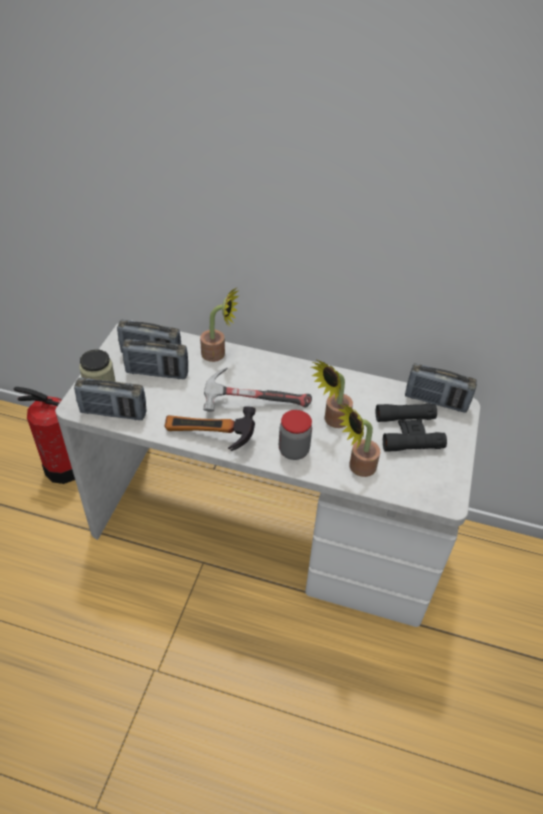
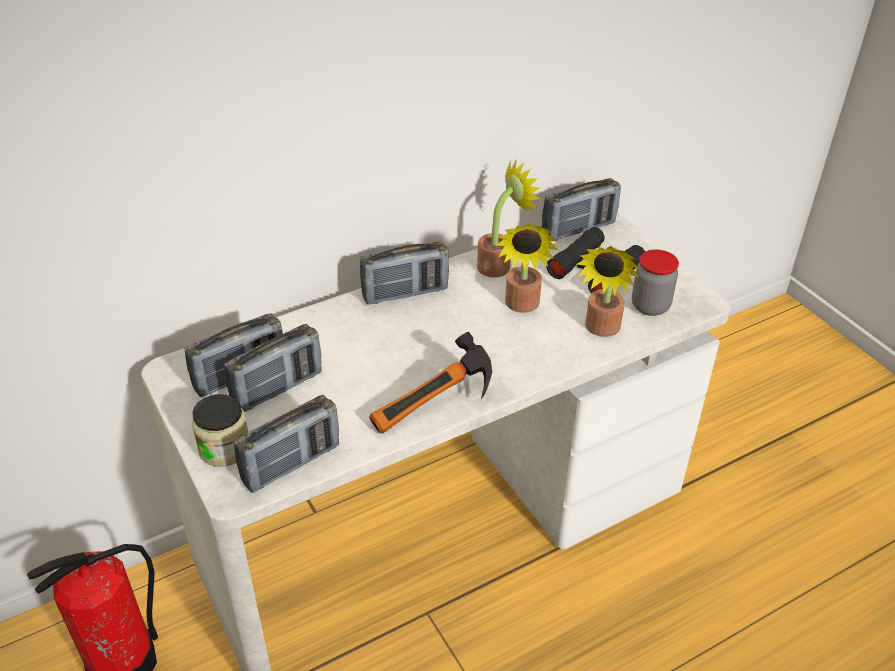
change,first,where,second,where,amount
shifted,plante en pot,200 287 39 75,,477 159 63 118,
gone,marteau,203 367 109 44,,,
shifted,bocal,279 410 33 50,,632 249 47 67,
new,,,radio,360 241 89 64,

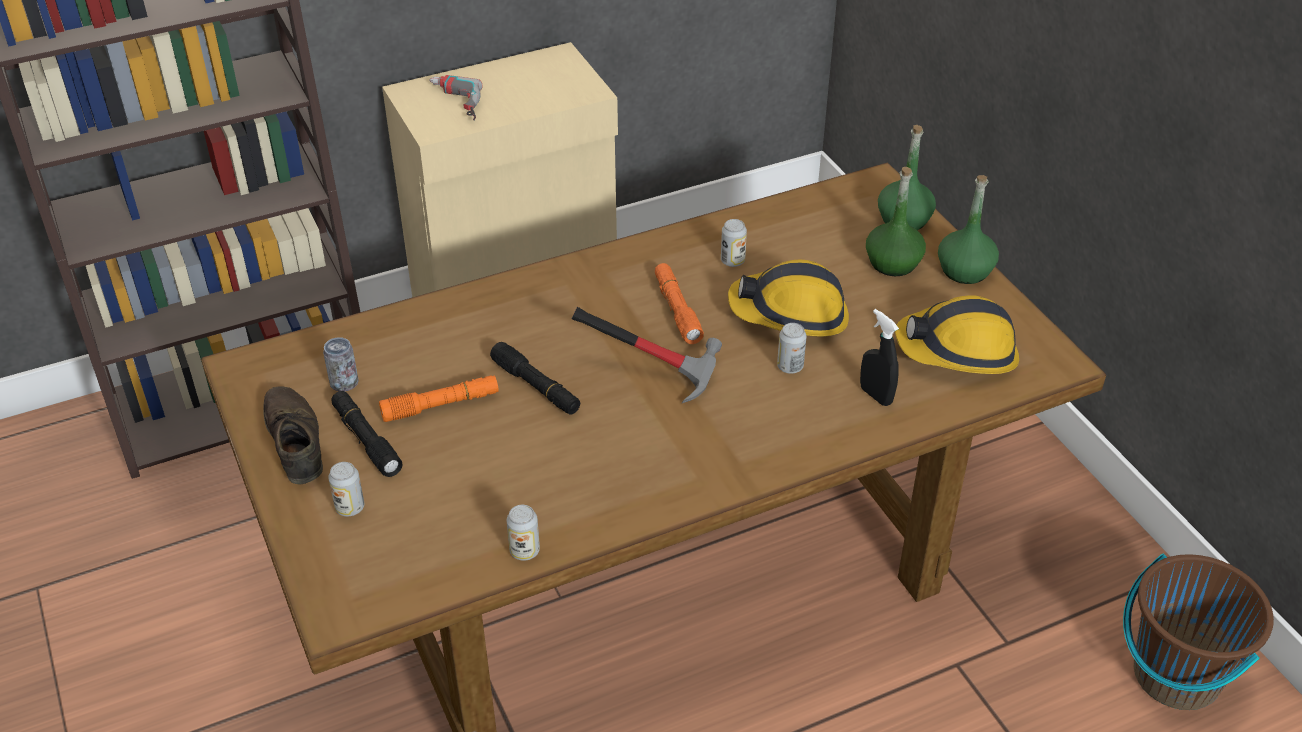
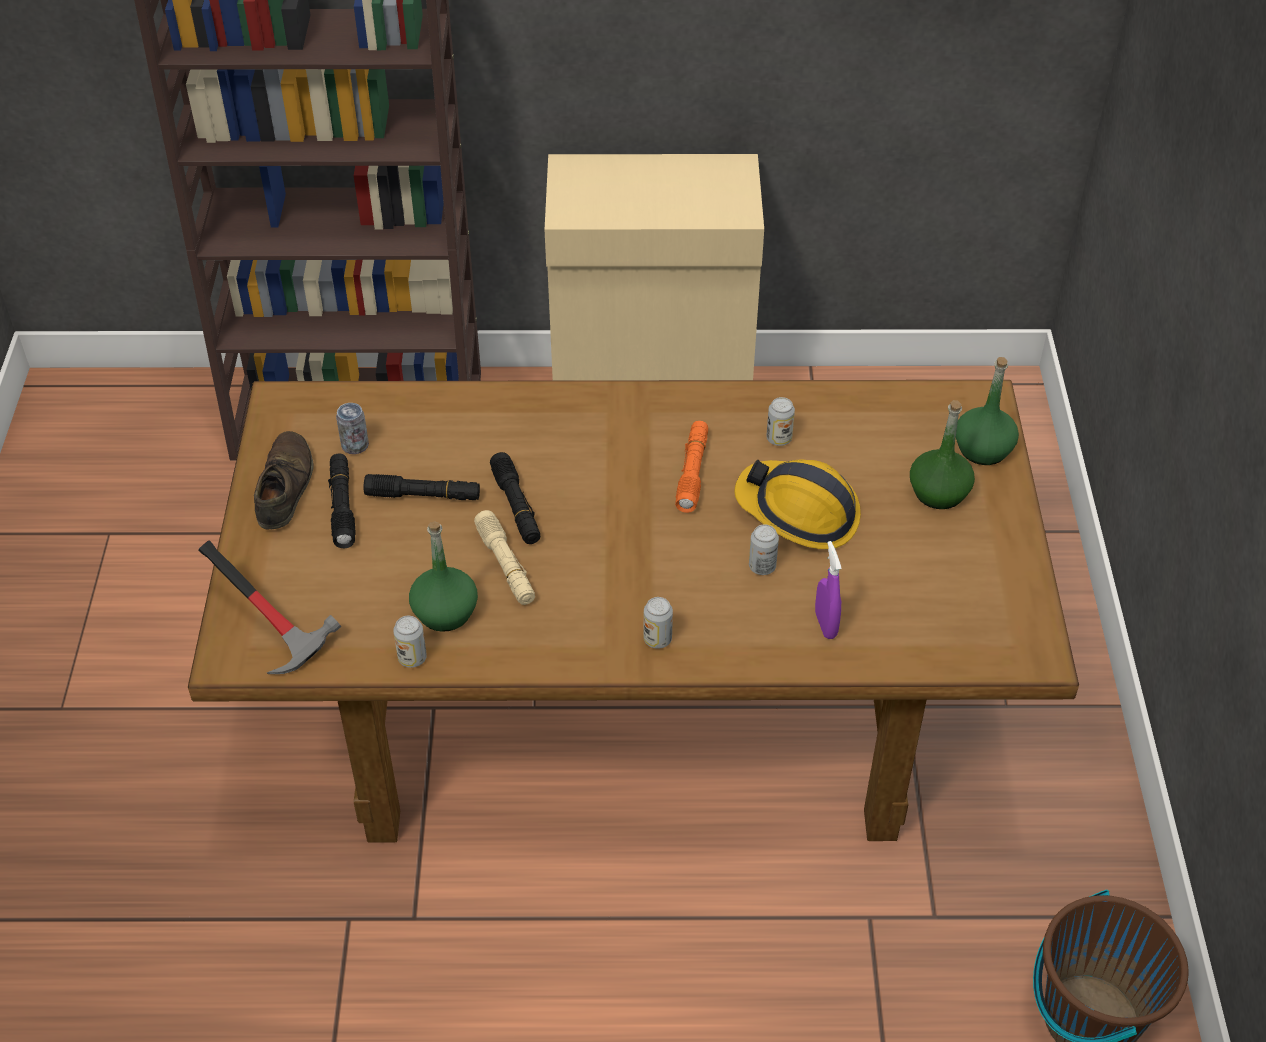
change,first,where,second,where,amount
shifted,boîte métallique,328 462 36 55,,643 597 30 52,
repainted,lampe de poche/orange,379 375 120 47,lampe de poche/noir,363 474 117 26,
gone,perceuse,429 75 54 45,,,
shifted,marteau,572 307 150 96,,198 540 143 134,
repainted,vaporisateur/noir,860 309 39 97,vaporisateur/violet,815 541 27 98,
gone,casque de chantier,895 296 124 78,,,
shifted,bouteille/vert,938 175 61 109,,409 521 69 111,
new,,,lampe de poche/beige,474 510 61 95,

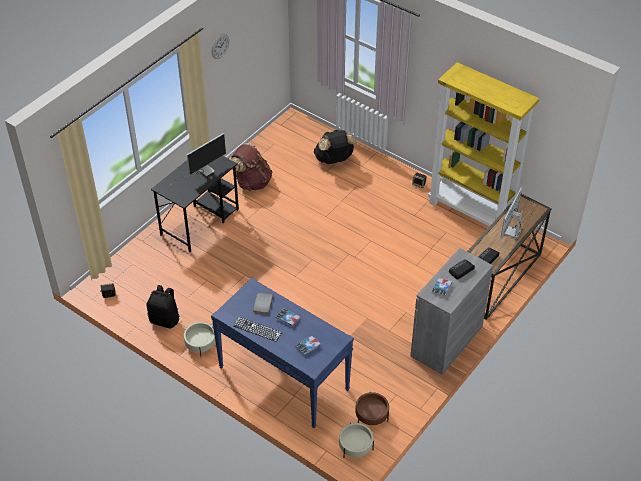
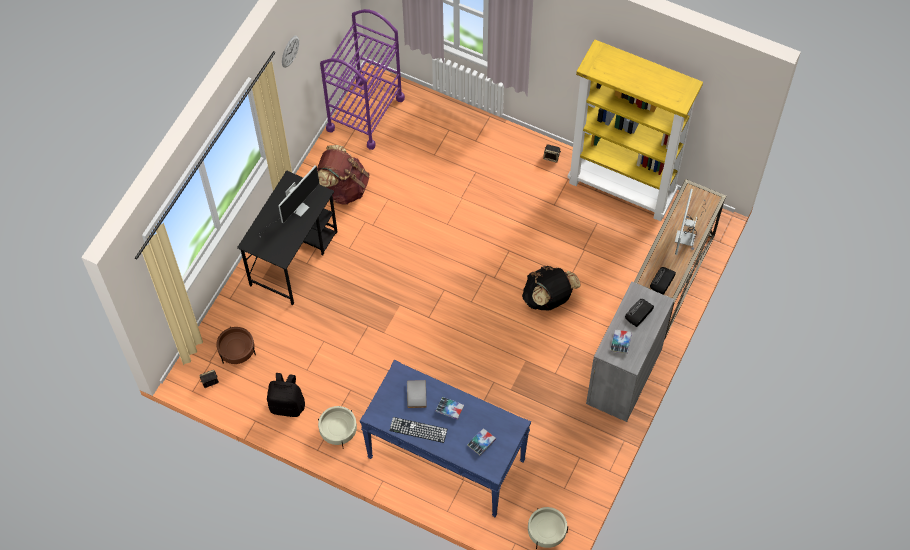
change,first,where,second,where,amount
shifted,sac à dos/noir,314 130 42 34,,522 266 58 45,
shifted,cache-pot/marron,355 392 34 33,,216 326 40 38,
new,,,chariot/violet,320 9 85 141,

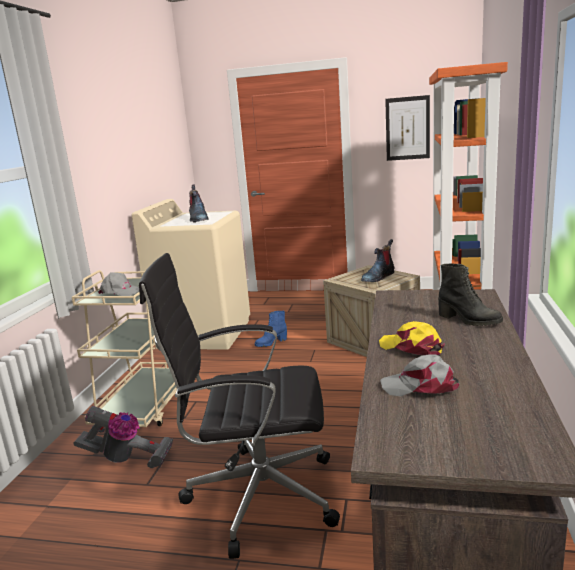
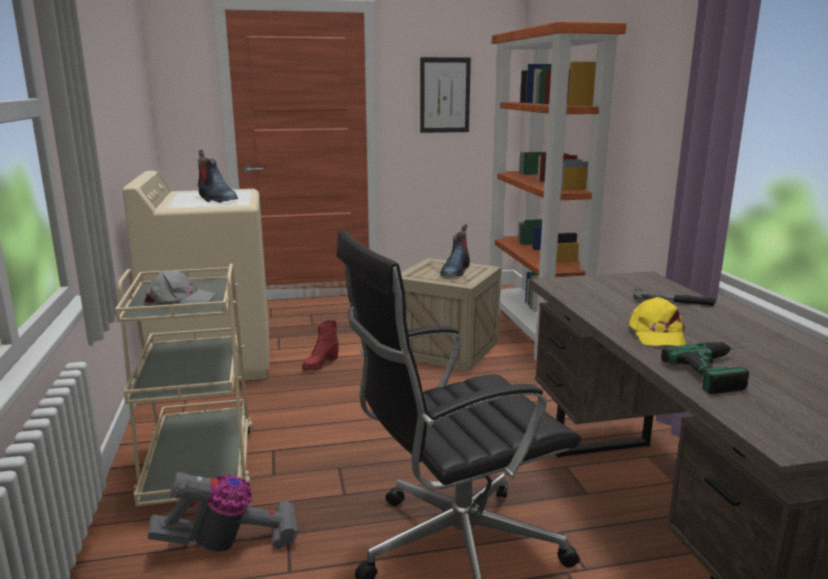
change,first,where,second,where,amount
repainted,botte/bleu,255 311 32 36,botte/rouge,302 320 37 51,
rotated,casquette/jaune,379 321 66 34,,629 297 57 49,105 degrees counterclockwise
swapped,casquette/gris,380 354 79 43,perceuse,661 342 88 52,
swapped,botte/noir,438 264 65 62,marteau,633 288 82 18,

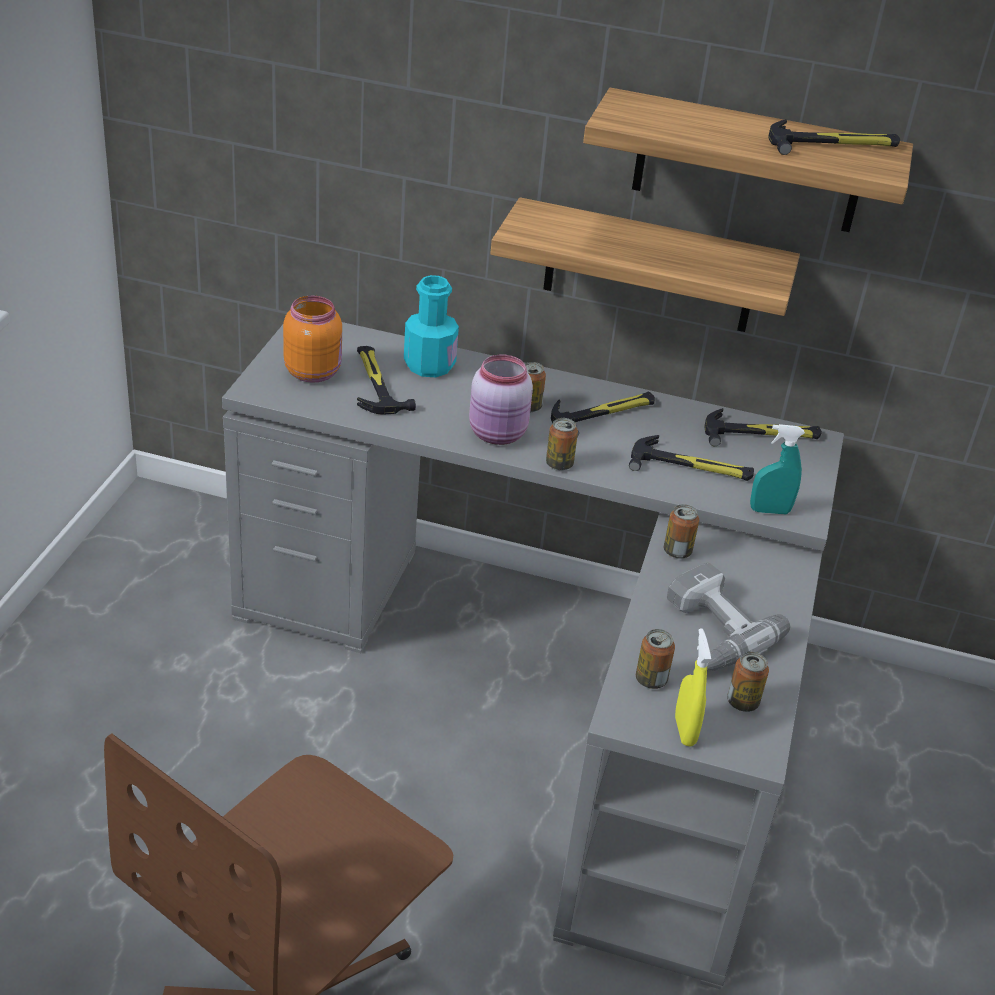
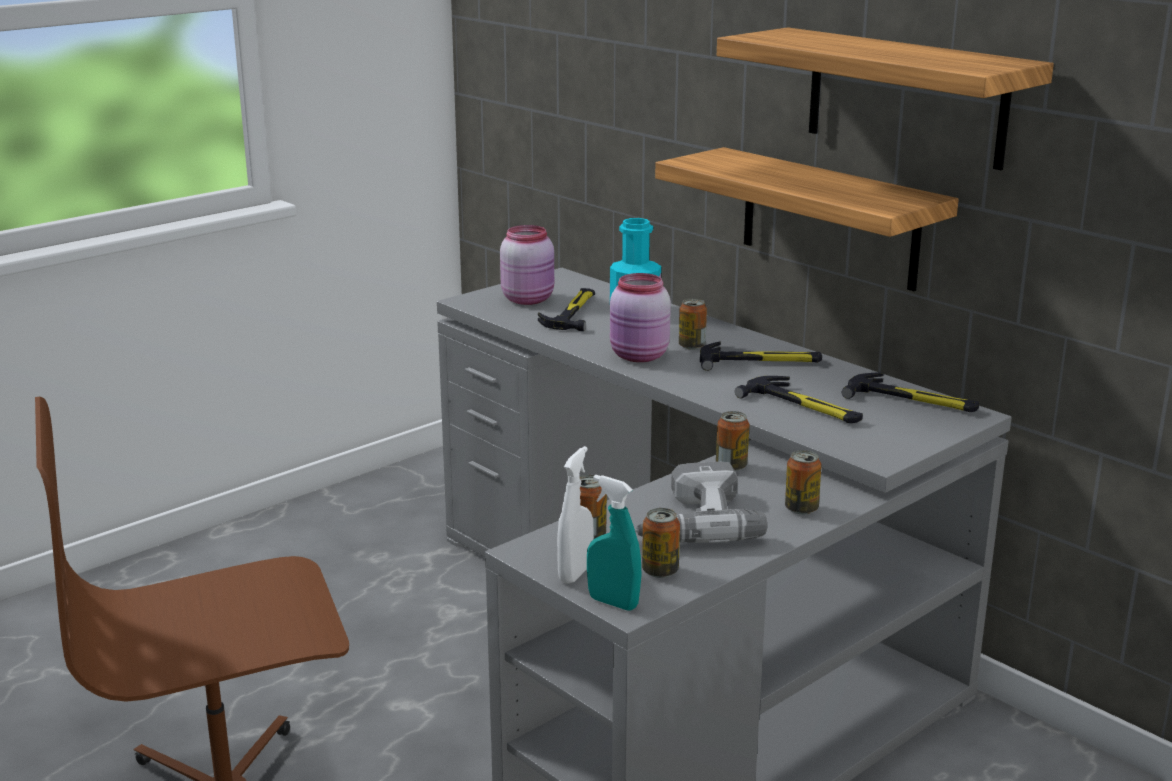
change,first,where,second,where,amount
repainted,bocal/orange,283 296 59 87,bocal/rose,500 225 54 80,
shifted,boîte métallique,546 418 32 52,,785 450 36 64,
repainted,vaporisateur/jaune,675 628 36 118,vaporisateur/blanc,557 446 37 138,
shifted,vaporisateur/turquoise,750 424 55 90,,587 475 55 136,
gone,marteau,768 119 132 36,,,

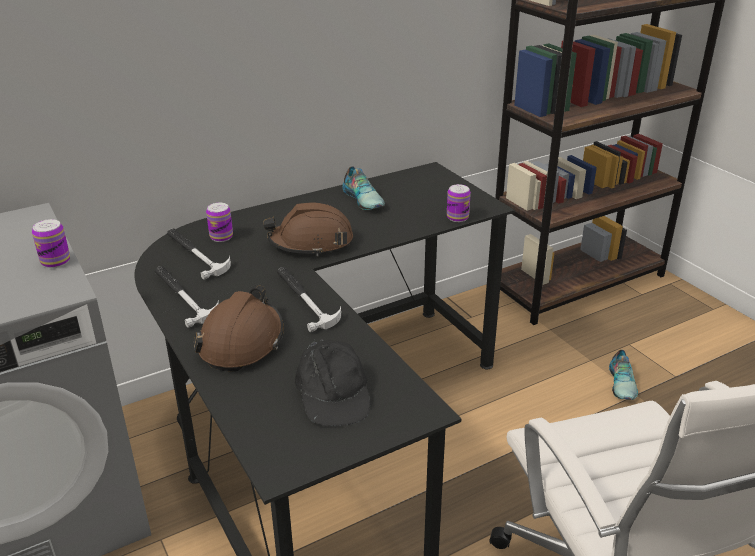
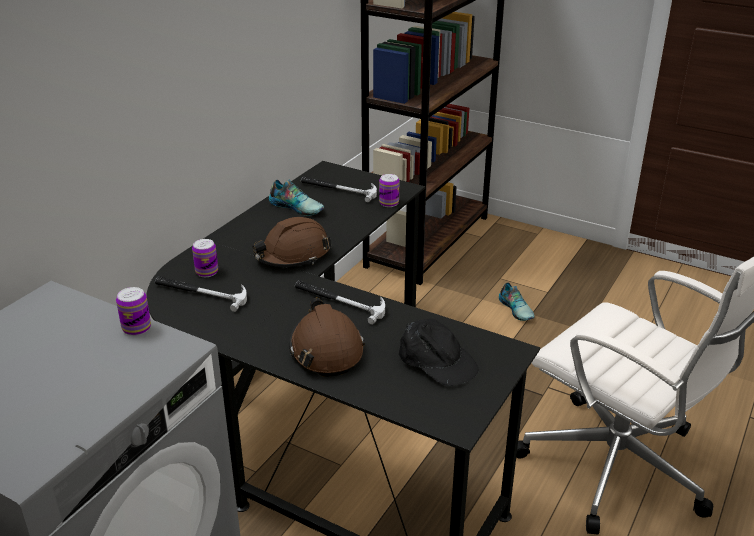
change,first,where,second,where,amount
shifted,marteau,155 266 64 62,,301 177 76 26,

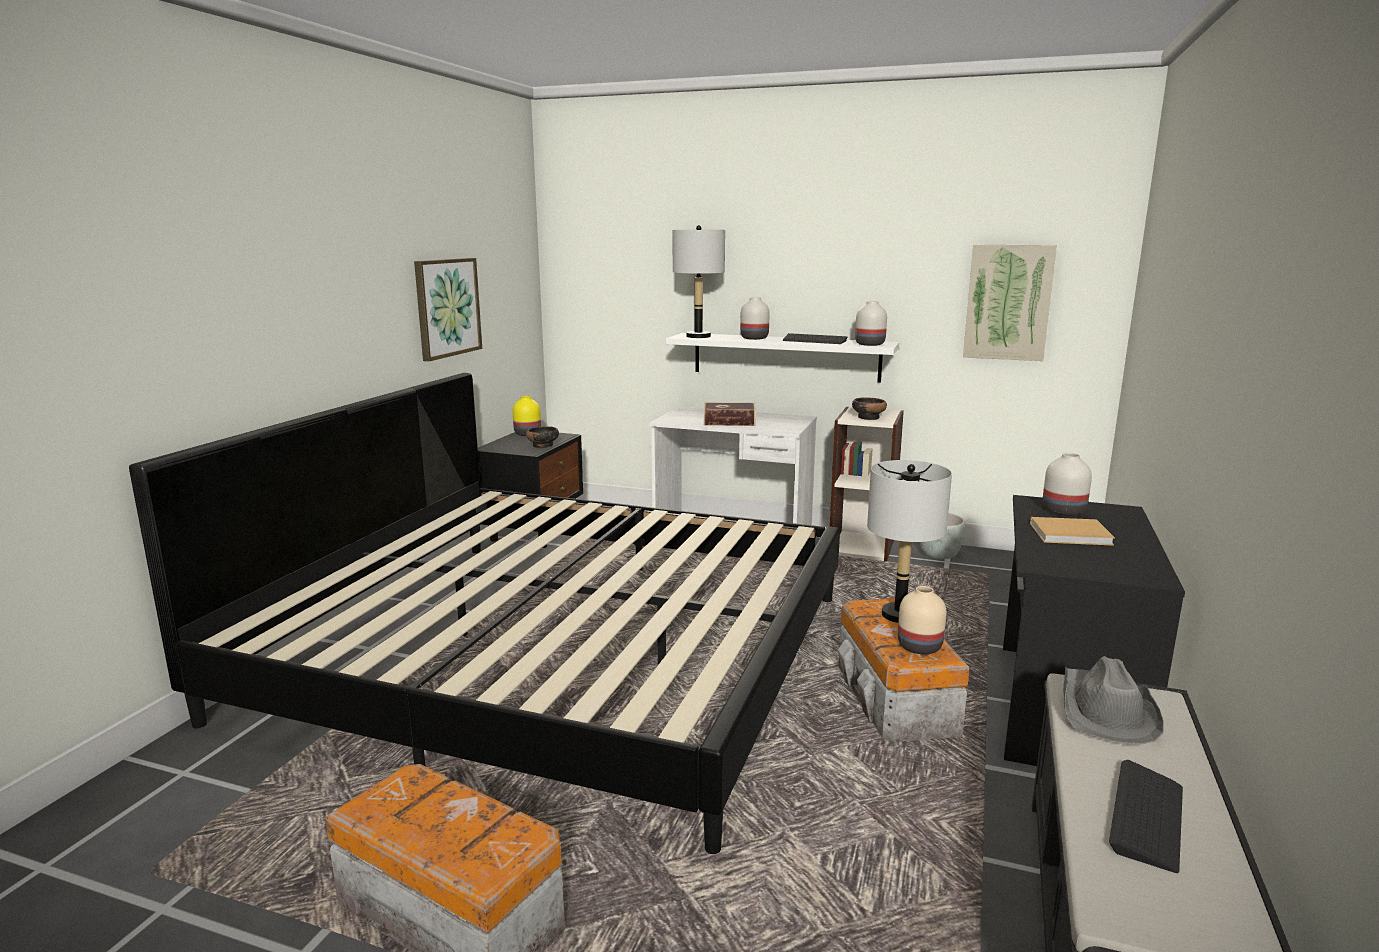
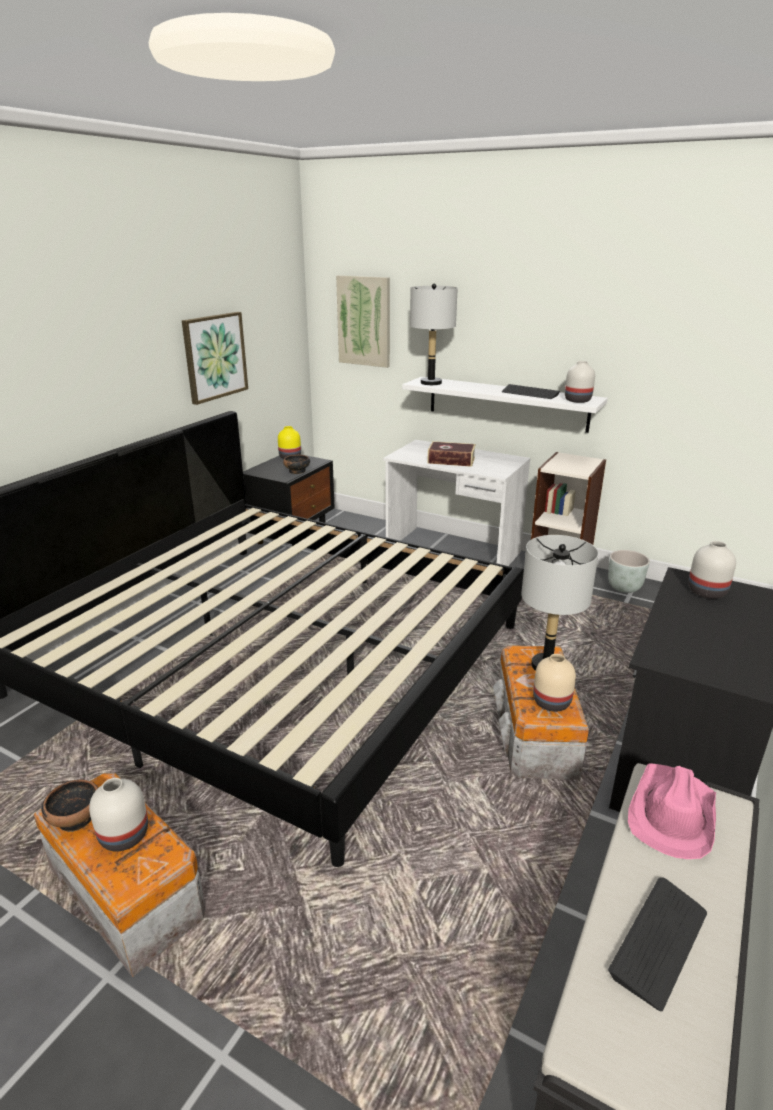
change,first,where,second,where,amount
shifted,vase/blanc,740 297 30 43,,89 778 59 74,
shifted,bol,852 397 35 23,,42 779 57 53,
shifted,tableau,963 245 94 116,,336 275 54 93,
gone,livre/beige,1030 517 85 29,,,
repainted,chapeau/gris,1063 656 101 89,chapeau/rose,628 763 88 96,

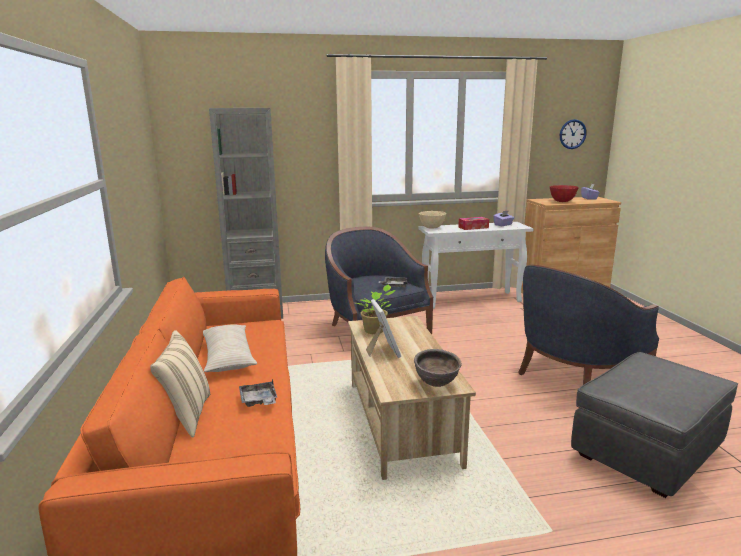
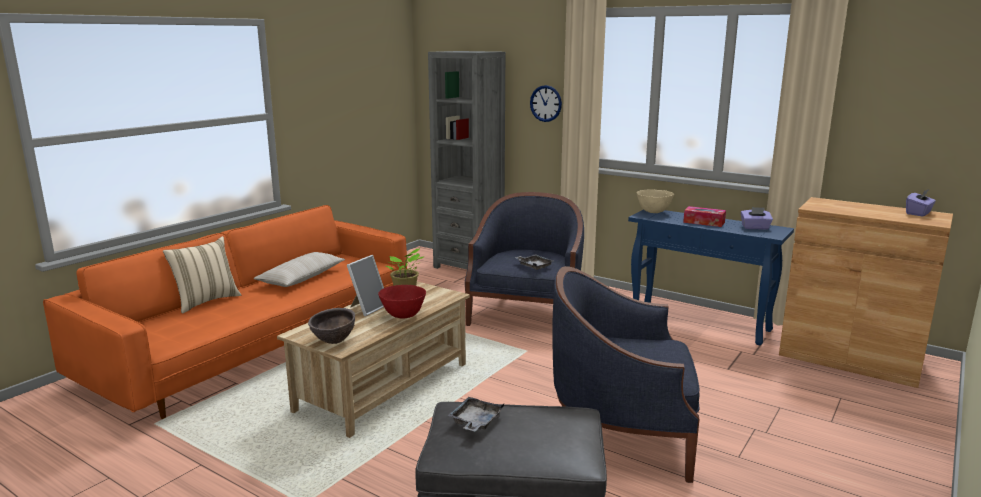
change,first,where,second,where,amount
shifted,plateau/gris,239 379 38 28,,447 397 57 34,
repainted,table console/blanc,418 222 116 87,table console/bleu,628 209 166 136,
shifted,bol/rouge,550 185 29 17,,378 285 48 34,
shifted,horloge murale,560 119 27 30,,530 85 32 37,

